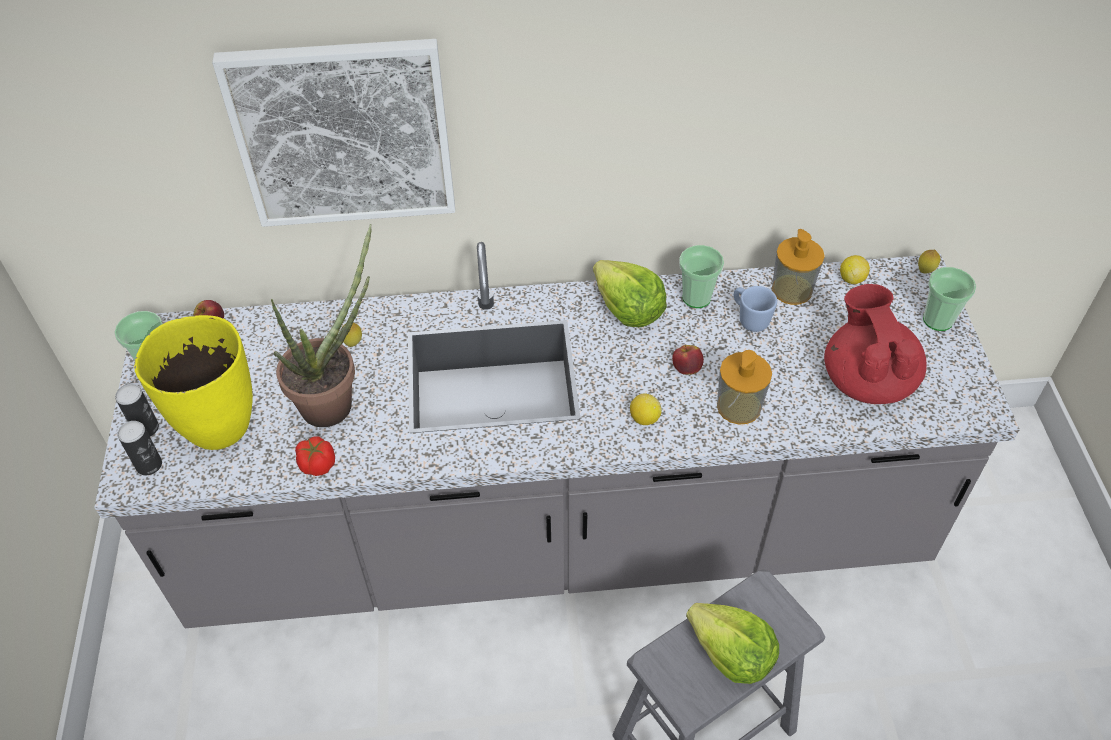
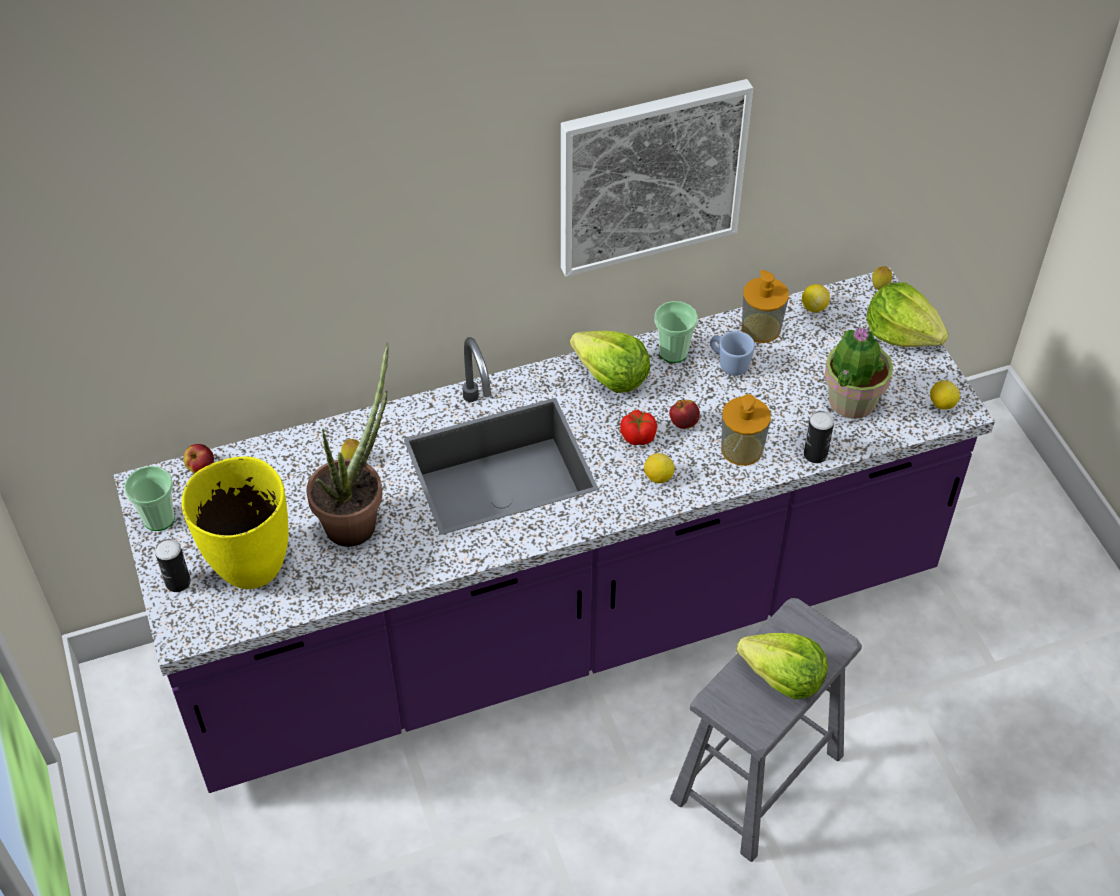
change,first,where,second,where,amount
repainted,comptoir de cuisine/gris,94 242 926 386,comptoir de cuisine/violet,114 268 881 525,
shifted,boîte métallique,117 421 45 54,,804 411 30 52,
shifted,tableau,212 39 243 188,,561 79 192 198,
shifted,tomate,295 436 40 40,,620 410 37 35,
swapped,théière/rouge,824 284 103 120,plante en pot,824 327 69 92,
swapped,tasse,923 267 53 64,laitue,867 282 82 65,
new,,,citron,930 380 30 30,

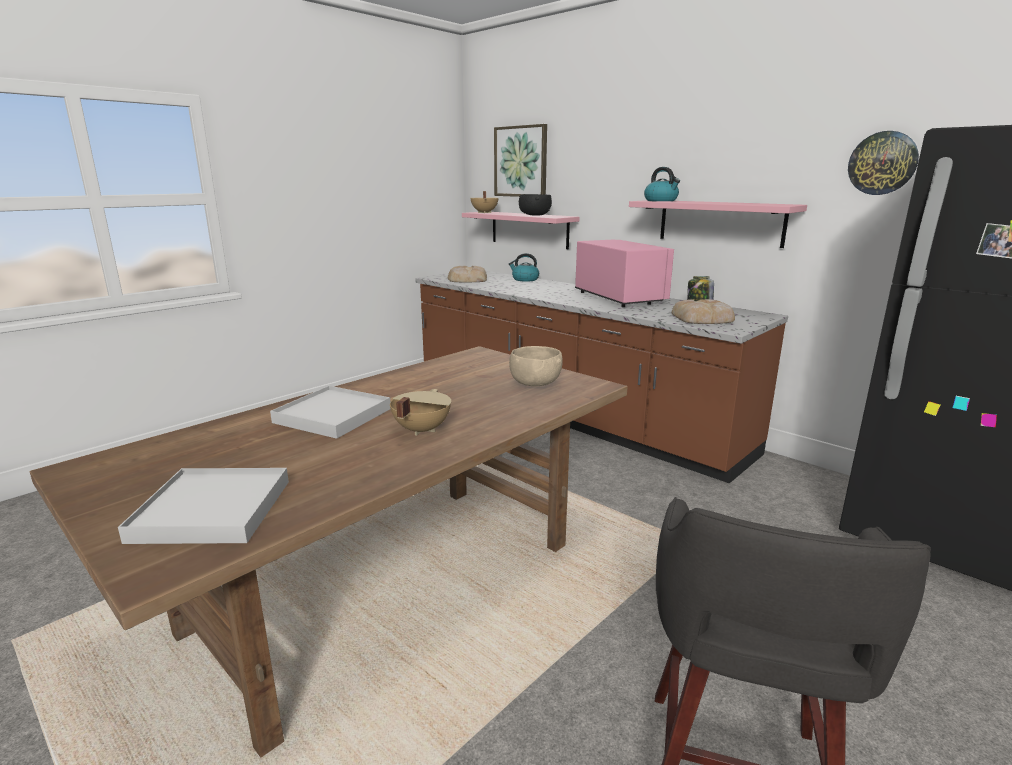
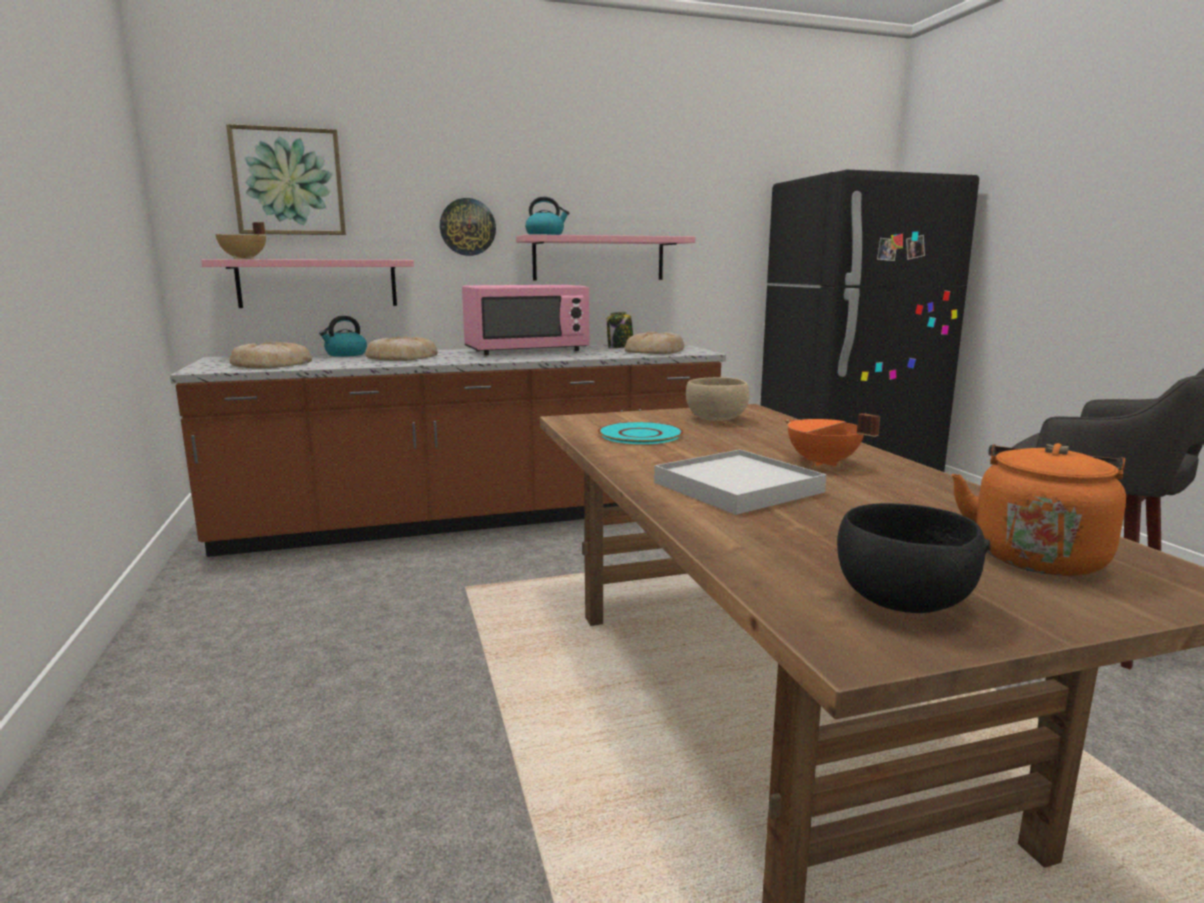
change,first,where,second,where,amount
swapped,plateau/blanc,118 468 171 76,bouilloire/orange,952 443 174 133,
repainted,marmite/beige,390 389 61 47,marmite/orange,785 413 95 54,
shifted,bol/noir,519 194 33 22,,837 503 154 110,
rotated,micro-ondes/rose,575 239 99 68,,462 285 127 70,150 degrees clockwise
shifted,horloge murale,848 131 71 64,,440 198 56 58,
new,,,pain,366 336 72 25,
new,,,assiette/turquoise,598 422 86 22,

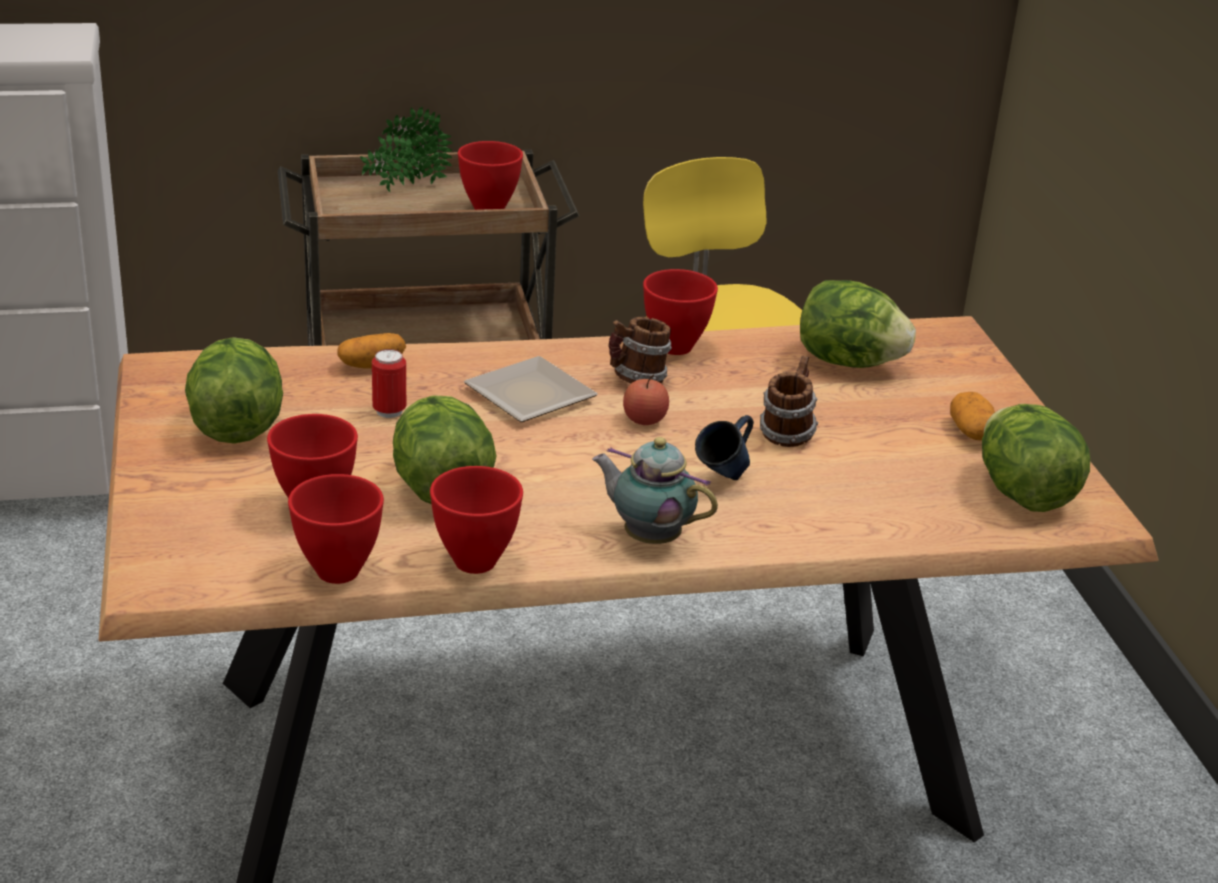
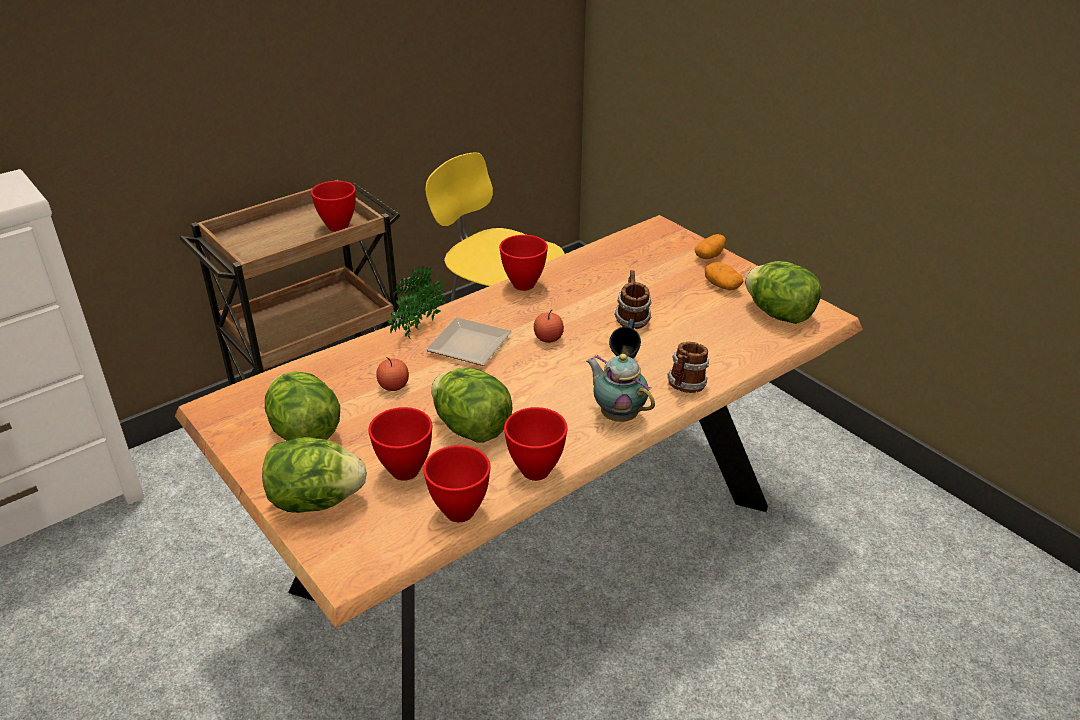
change,first,where,second,where,amount
shifted,pomme de terre,337 333 69 36,,694 234 32 25,
shifted,plante en pot,360 106 93 86,,387 266 59 73,
swapped,boîte métallique,372 349 34 69,pomme,376 357 33 34,
rotated,théière,592 437 126 107,,586 354 69 68,45 degrees clockwise
shifted,mug,609 317 63 66,,667 342 42 51,
shifted,laitue,800 280 116 88,,262 437 105 76,

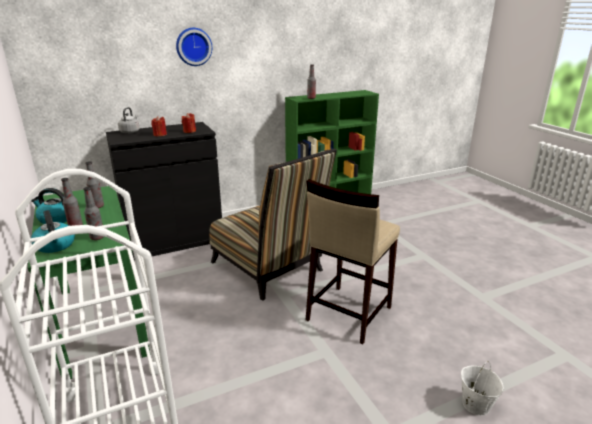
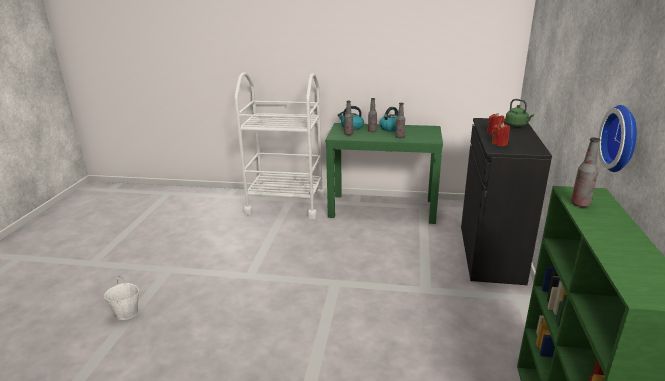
change,first,where,second,where,amount
repainted,bouilloire/gris,118 107 22 27,bouilloire/vert,505 99 29 28,
shifted,horloge murale,176 28 36 38,,598 105 39 67,
gone,chaise,209 149 128 152,,,
gone,tabouret/beige,306 179 94 165,,,

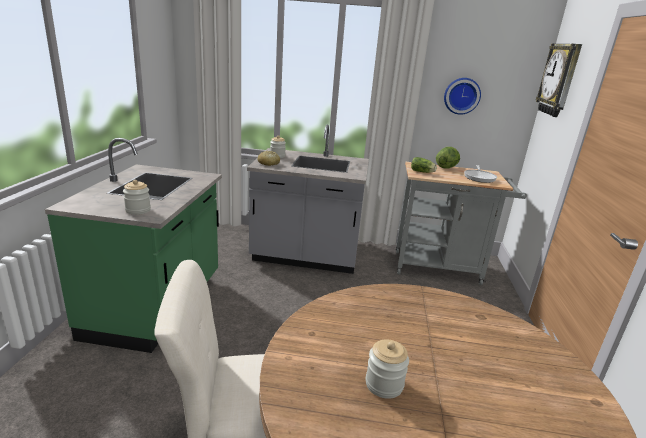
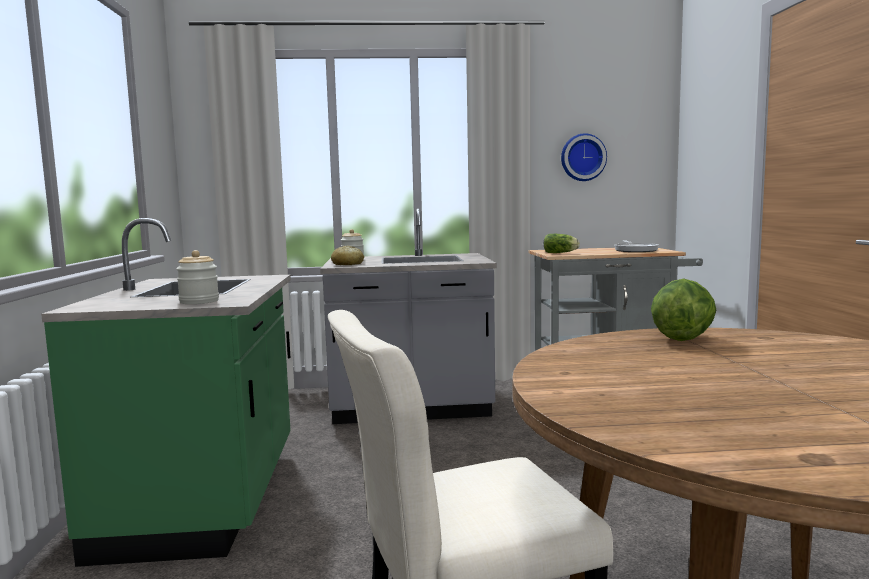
change,first,where,second,where,amount
gone,bocal,366 340 43 59,,,
shifted,laitue,436 147 24 22,,651 278 65 63,
gone,horloge murale,536 43 46 74,,,

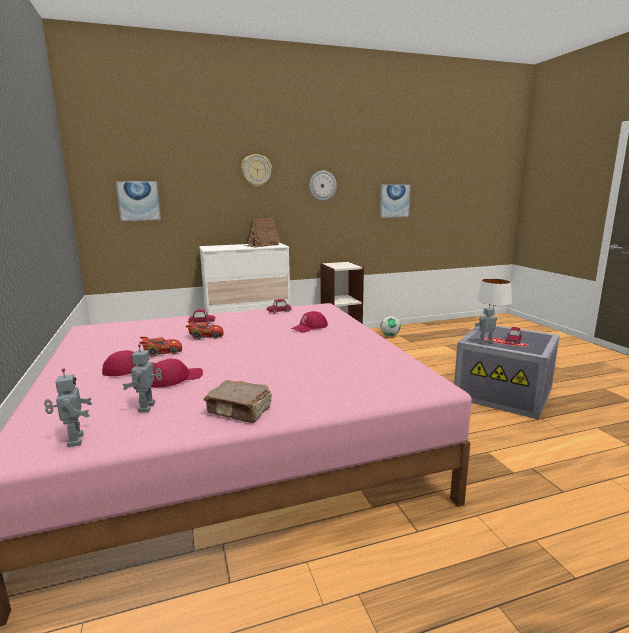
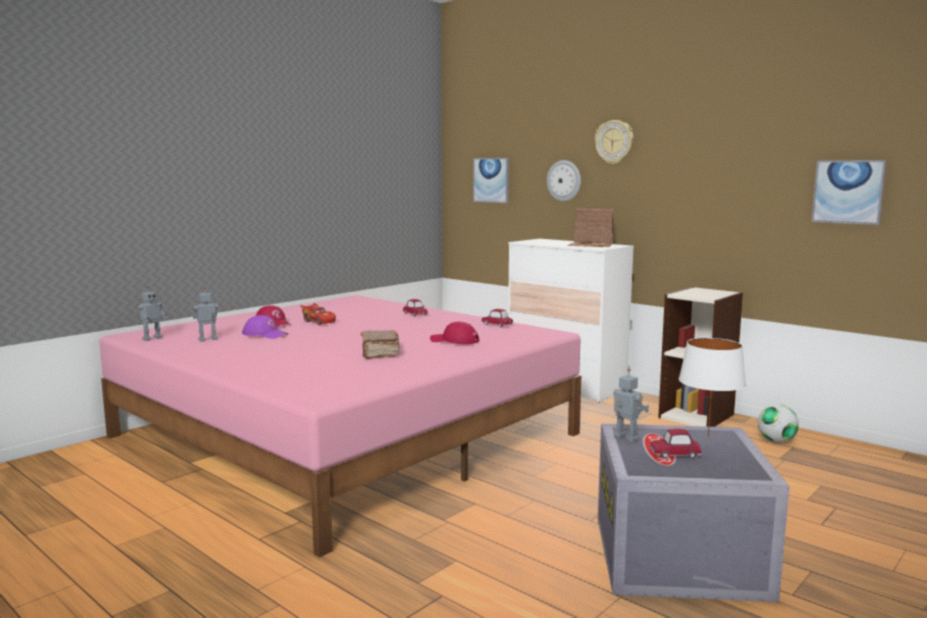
change,first,where,second,where,amount
repainted,casquette/rouge,151 359 52 29,casquette/violet,242 315 47 24,
gone,petite voiture/rouge,185 321 38 19,,,
shifted,livre/marron,204 380 68 43,,361 330 39 29,
shifted,horloge murale,309 171 28 30,,547 160 34 42,

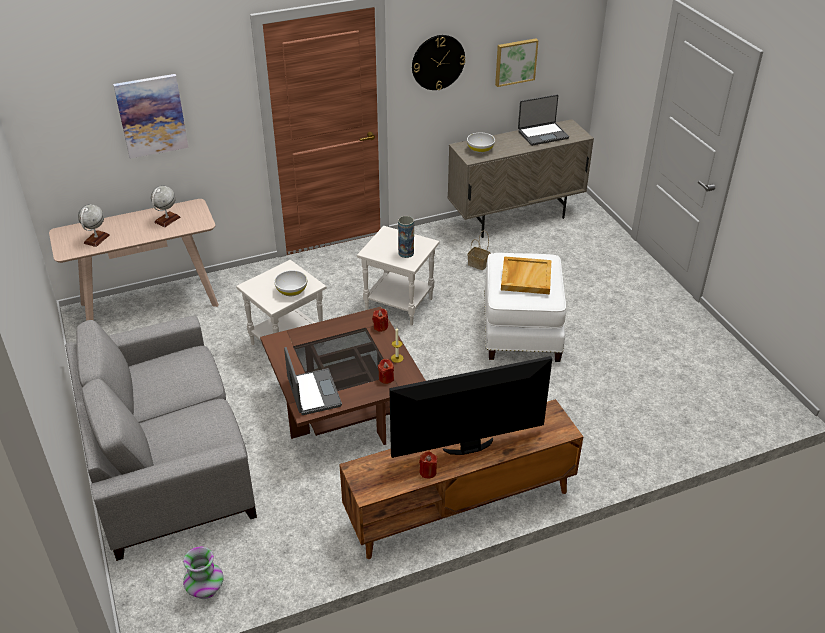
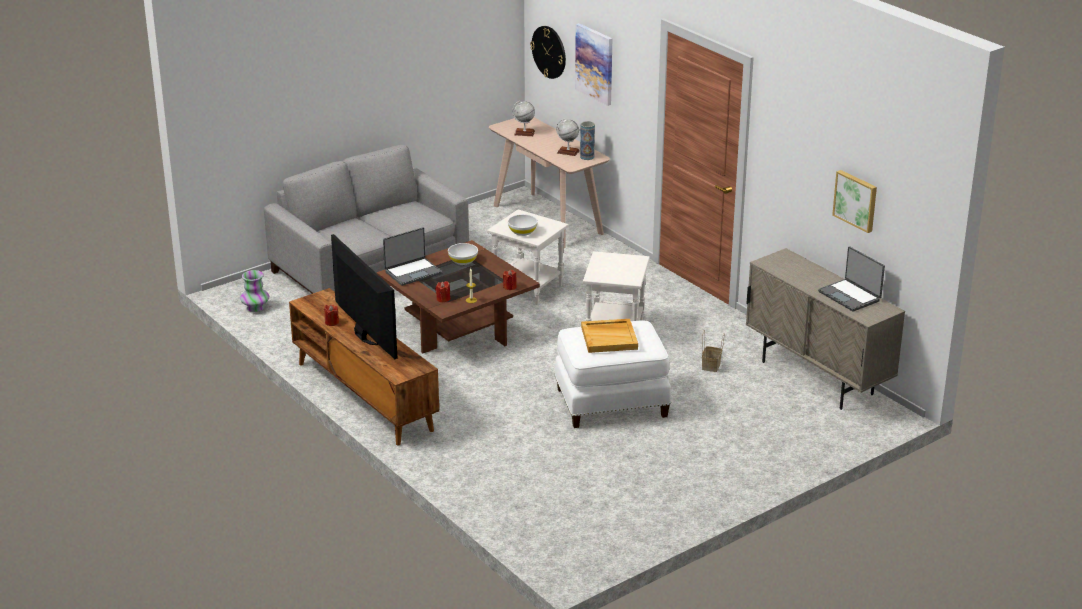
change,first,where,second,where,amount
shifted,vase,398 216 16 42,,580 121 15 39,
shifted,horloge murale,412 35 53 55,,530 26 36 53,
shifted,bol/blanc,467 132 28 21,,448 243 30 22,

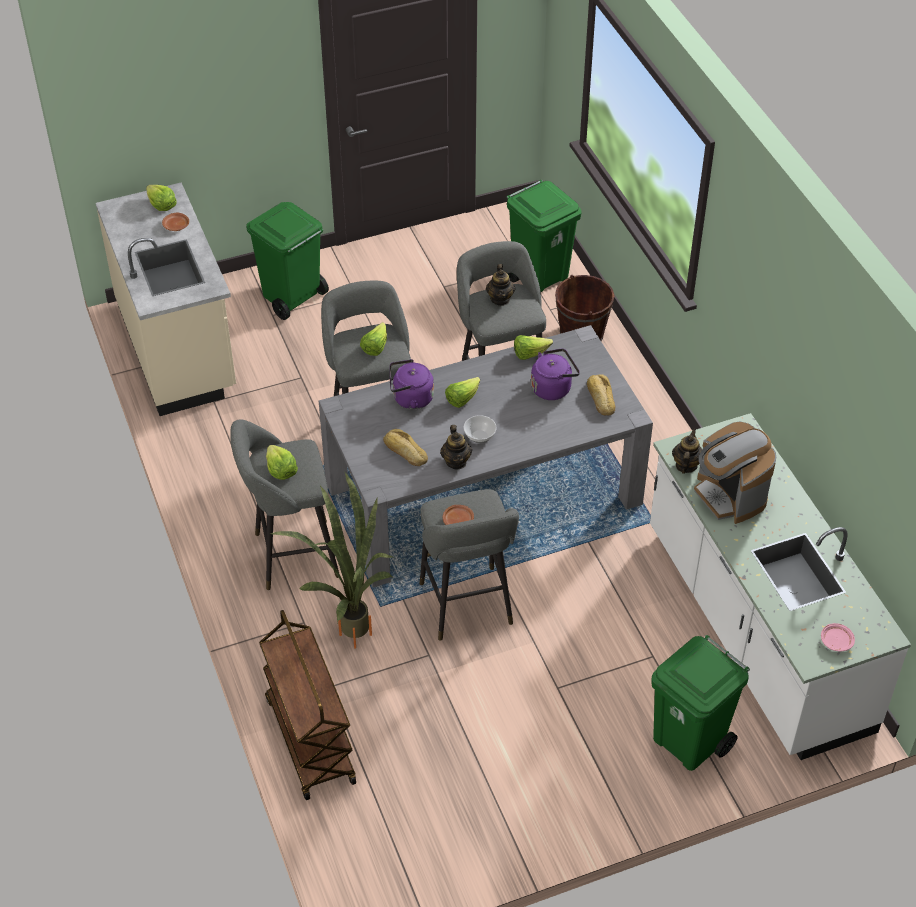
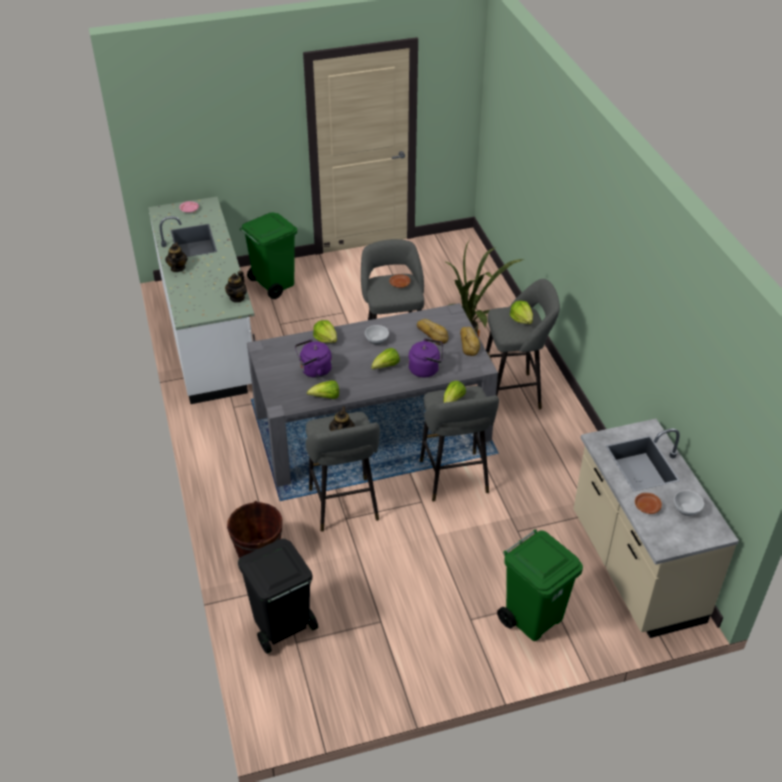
change,first,where,second,where,amount
shifted,laitue,146 185 31 26,,313 320 24 23,
gone,chariot/marron,259 610 97 190,,,
shifted,théière,440 425 32 44,,165 242 23 30,
repainted,poubelle/vert,507 180 75 112,poubelle/noir,238 539 80 115,
shifted,pain,587 374 28 41,,460 327 20 29,
gone,machine à café,694 422 82 102,,,
new,,,bol,674 490 30 26,

